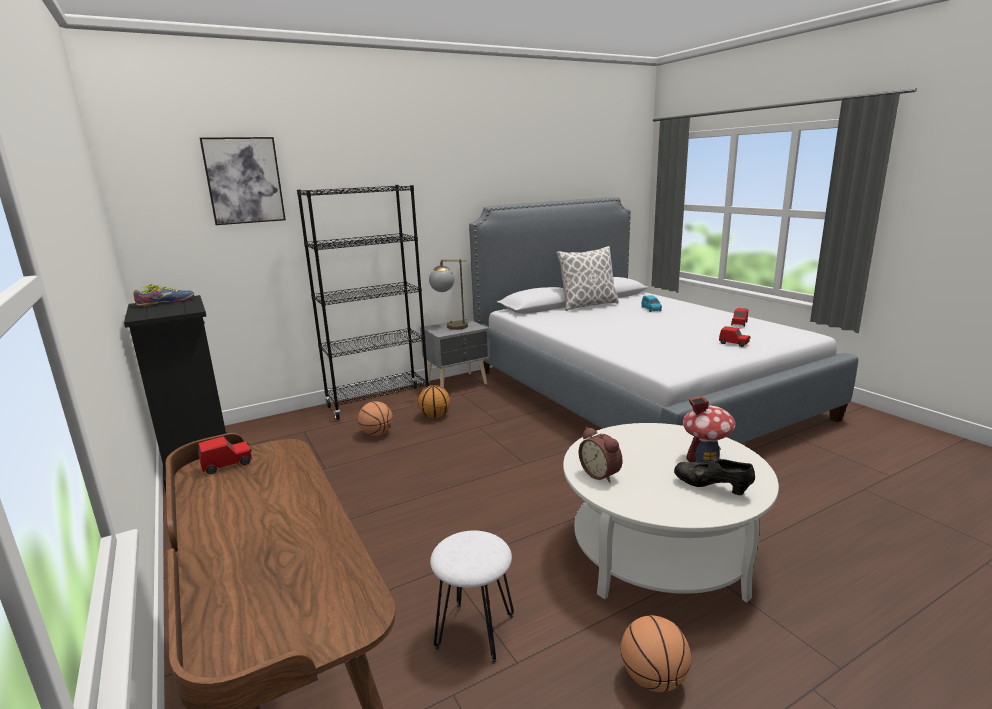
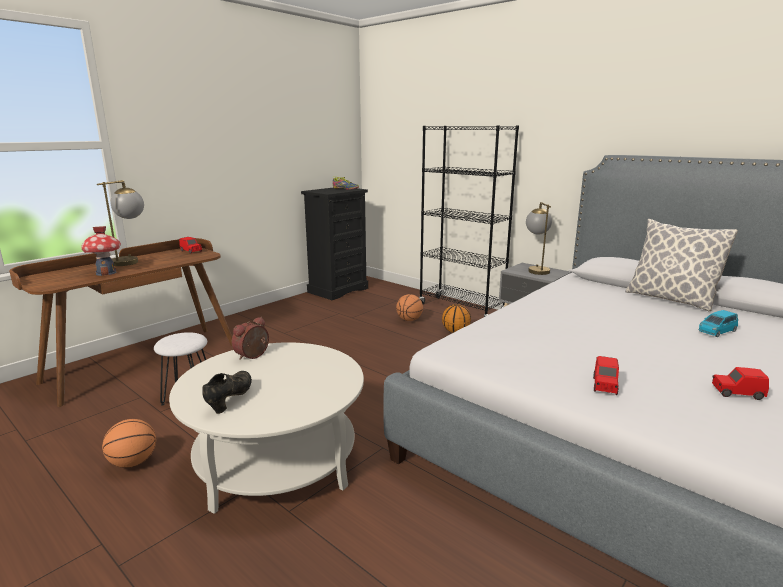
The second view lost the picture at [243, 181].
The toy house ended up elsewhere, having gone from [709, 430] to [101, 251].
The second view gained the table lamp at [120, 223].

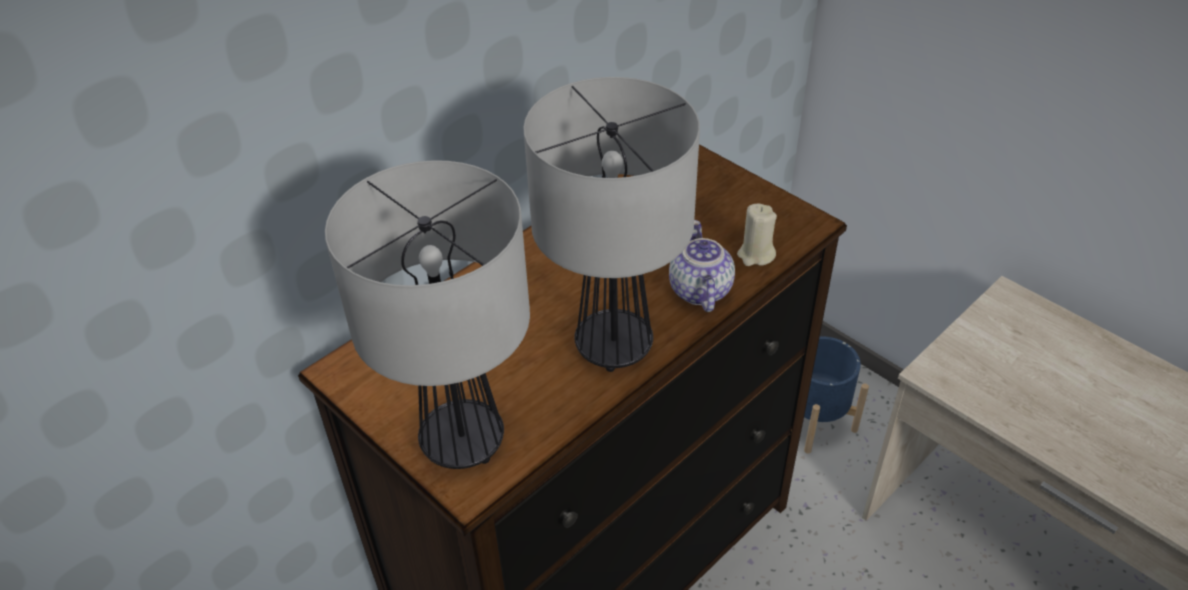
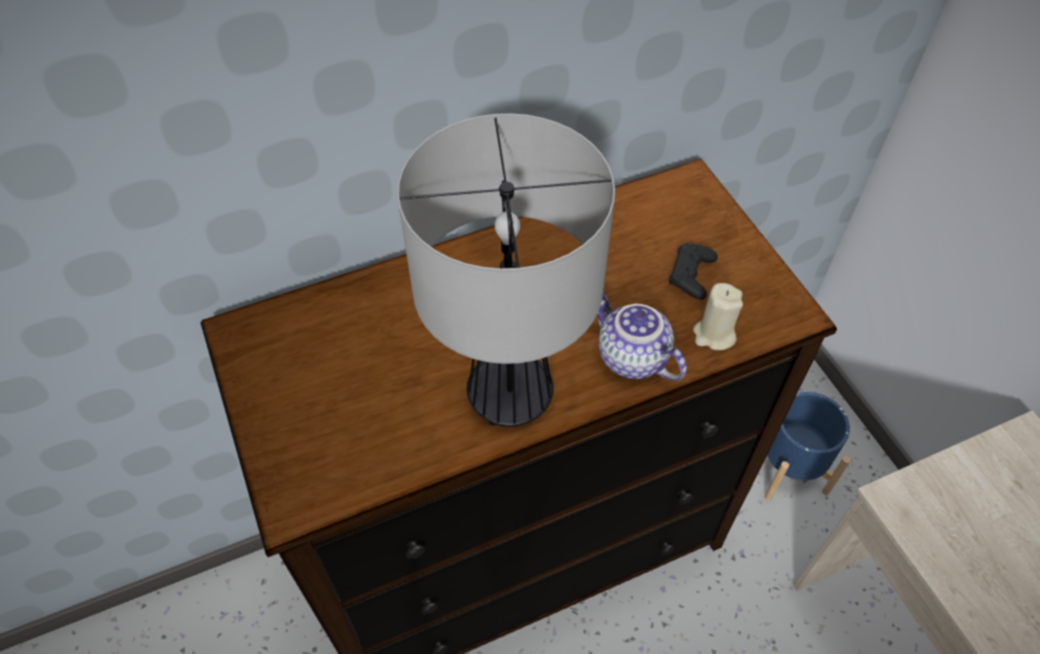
The second view lost the table lamp at [427, 314].
The teapot at [702, 266] ended up facing another way, 60 degrees counterclockwise from before.
The second view gained the black game controller at [693, 271].

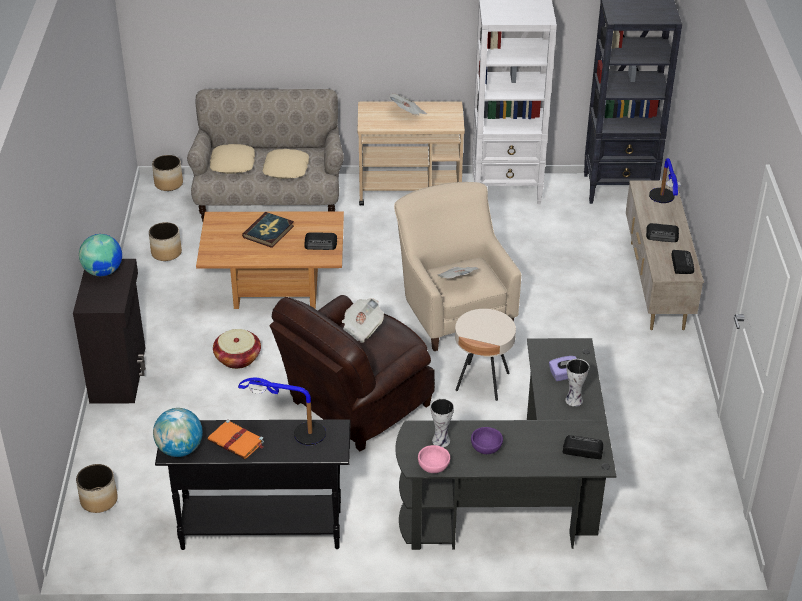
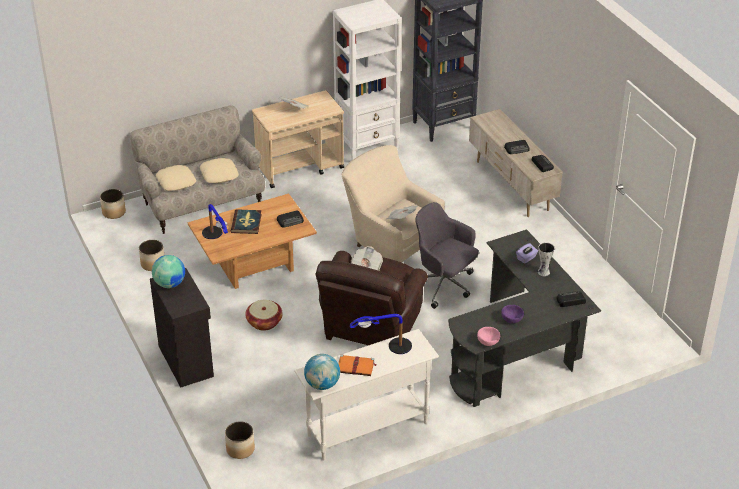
The table lamp ended up elsewhere, having gone from [665, 180] to [215, 221].
Where the beige side table stood at [485, 355], the grey office chair came to stand at [447, 255].
The second view lost the vase at [442, 422].
What was the black console table at [253, 484] turned into the white console table at [366, 395].

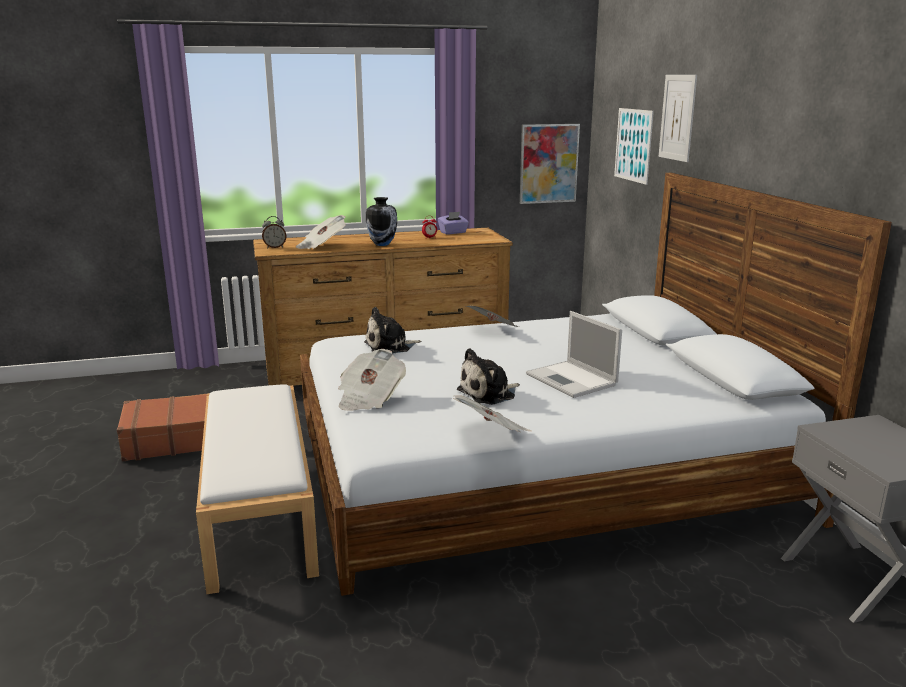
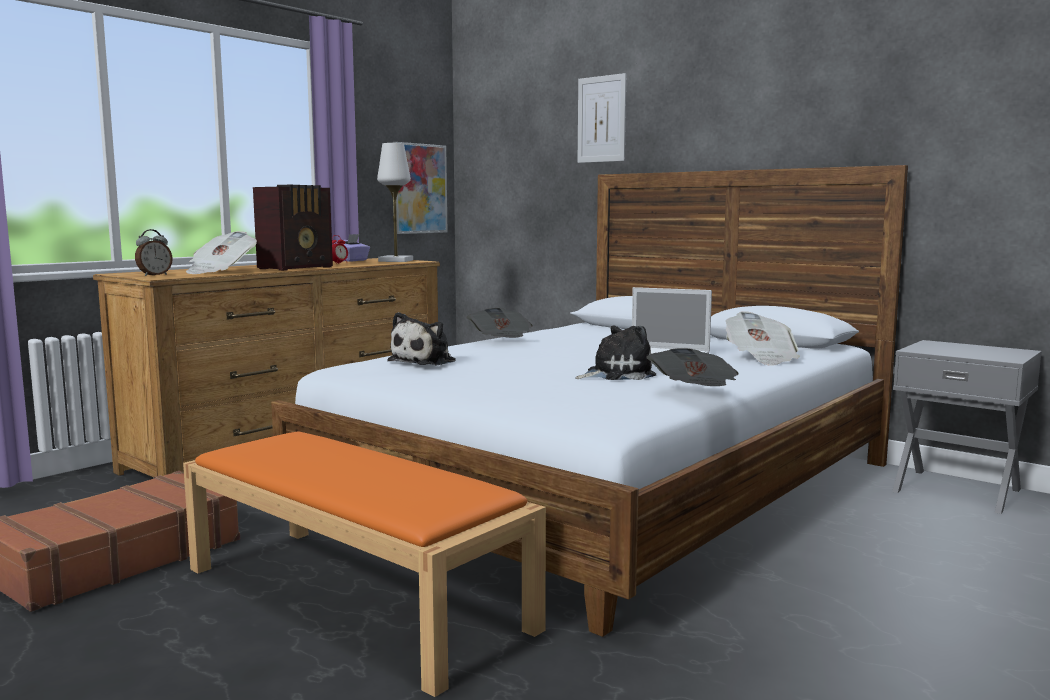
The second view lost the picture at [634, 146].
Where the vase stood at [381, 221], the radio came to stand at [293, 228].
The plush toy at [488, 376] ended up facing another way, 135 degrees counterclockwise from before.
The newspaper ended up elsewhere, having gone from [372, 380] to [762, 338].
What was the white bench at [257, 489] turned into the orange bench at [364, 564].
The second view gained the white table lamp at [395, 202].

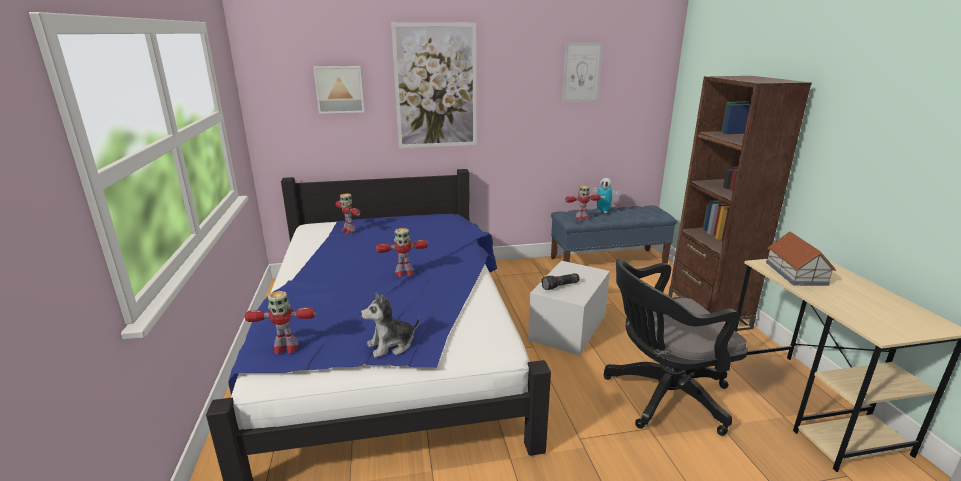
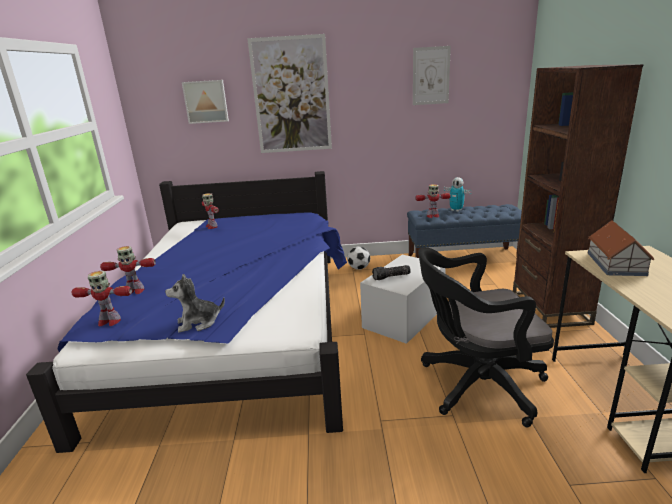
The toy robot ended up elsewhere, having gone from [402, 252] to [128, 270].
The second view gained the football at [358, 258].

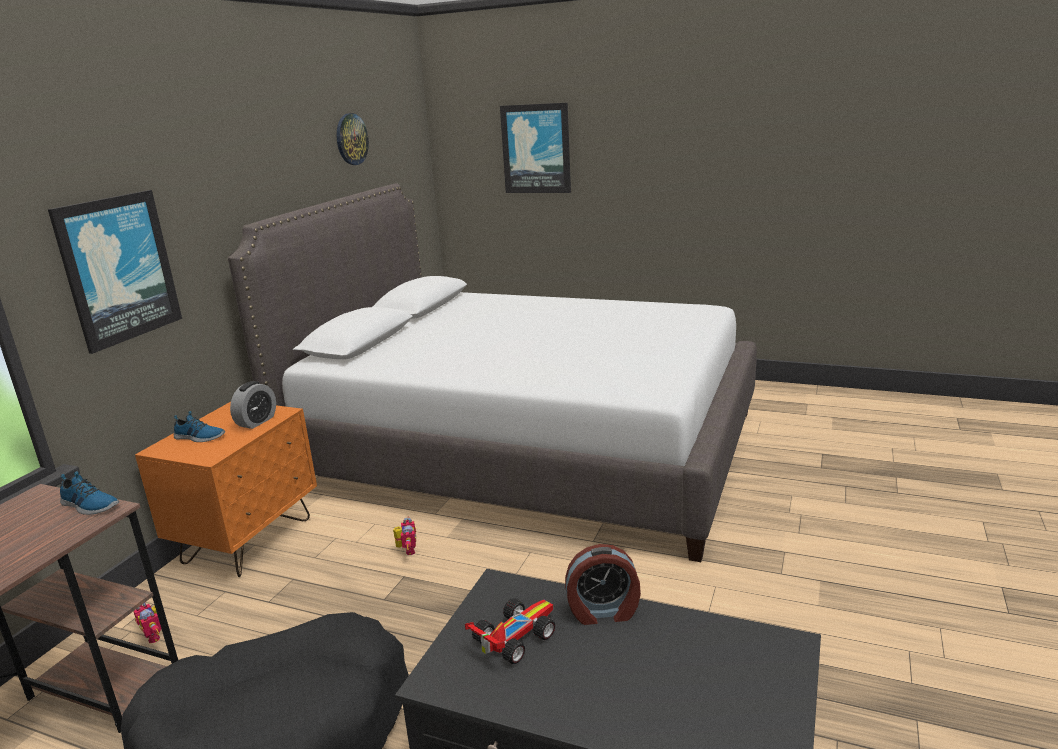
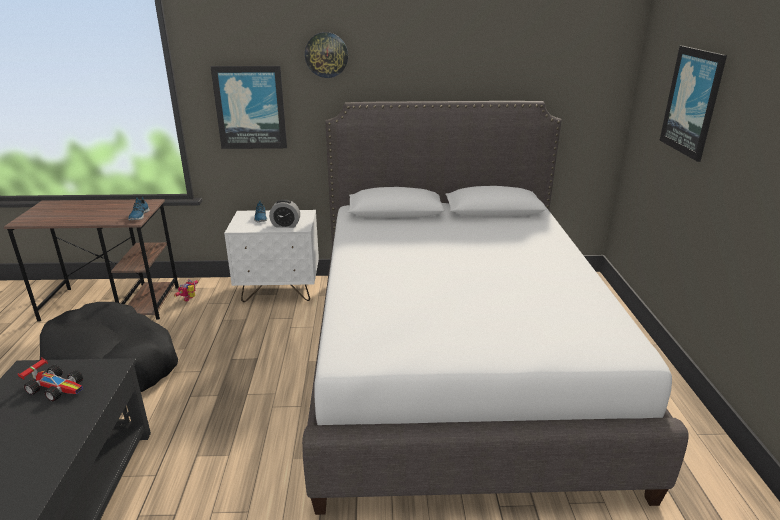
The wall clock ended up elsewhere, having gone from [352, 139] to [326, 55].
What was the orange nightstand at [226, 489] turned into the white nightstand at [271, 256].
The second view lost the toy robot at [404, 535].
The second view lost the alarm clock at [603, 584].

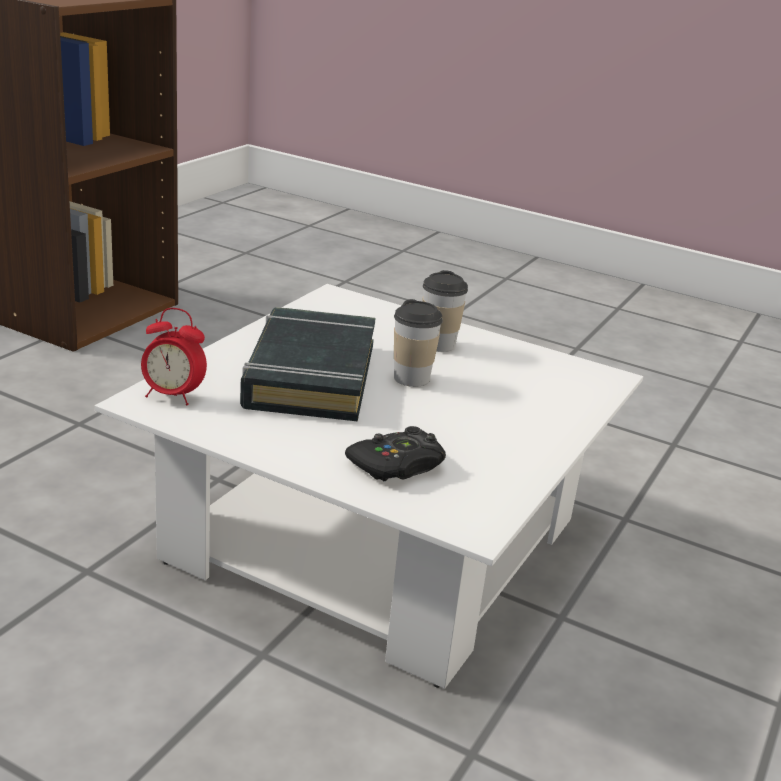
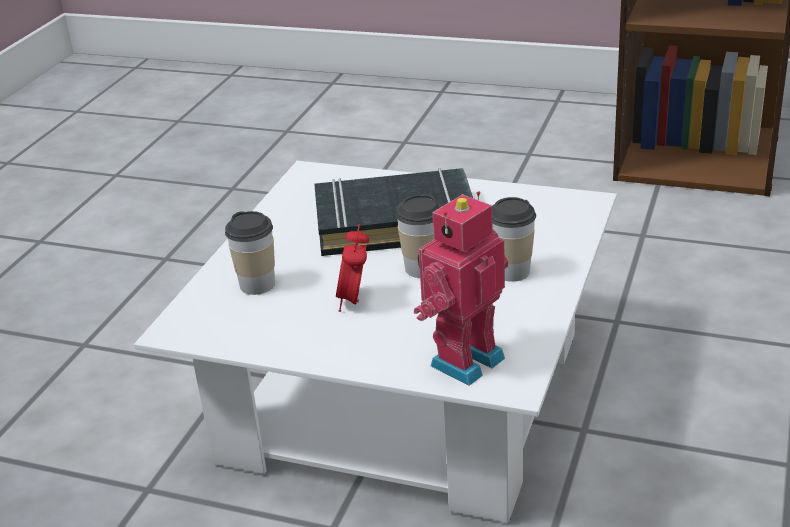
The alarm clock ended up elsewhere, having gone from [174, 356] to [352, 268].
Where the black game controller stood at [395, 453], the cup came to stand at [250, 253].
The second view gained the toy robot at [461, 288].

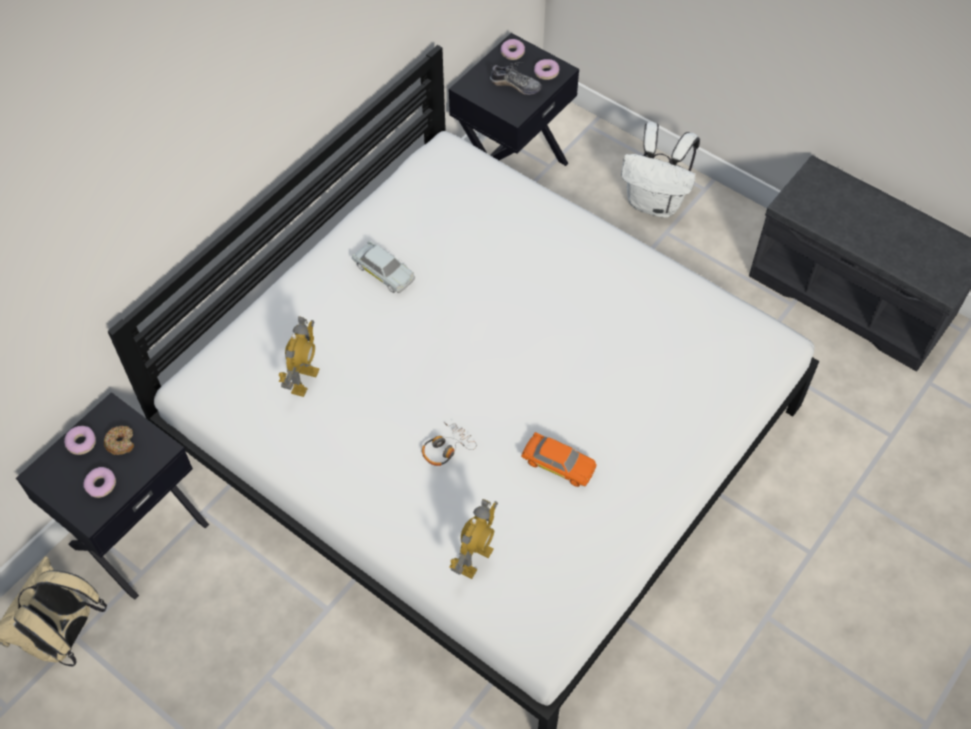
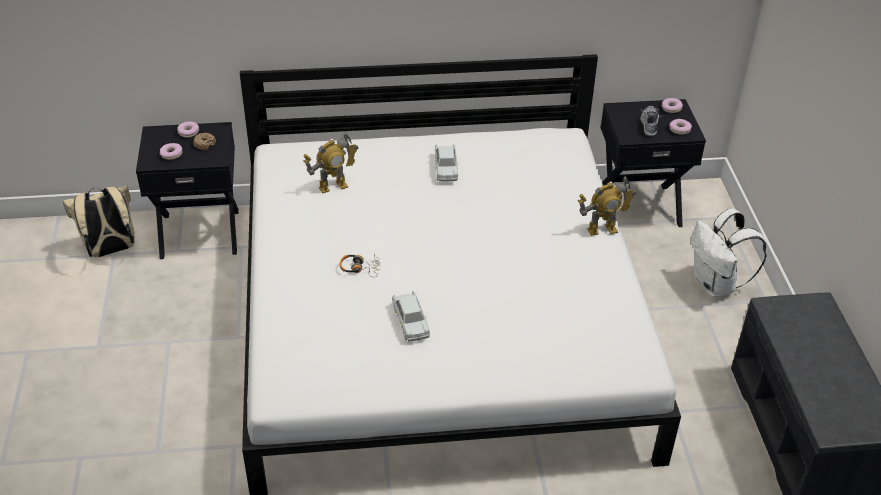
The shoe at [516, 78] ended up facing another way, 150 degrees counterclockwise from before.
What was the orange toy car at [559, 459] turned into the white toy car at [411, 316].
The toy robot ended up elsewhere, having gone from [473, 539] to [607, 206].

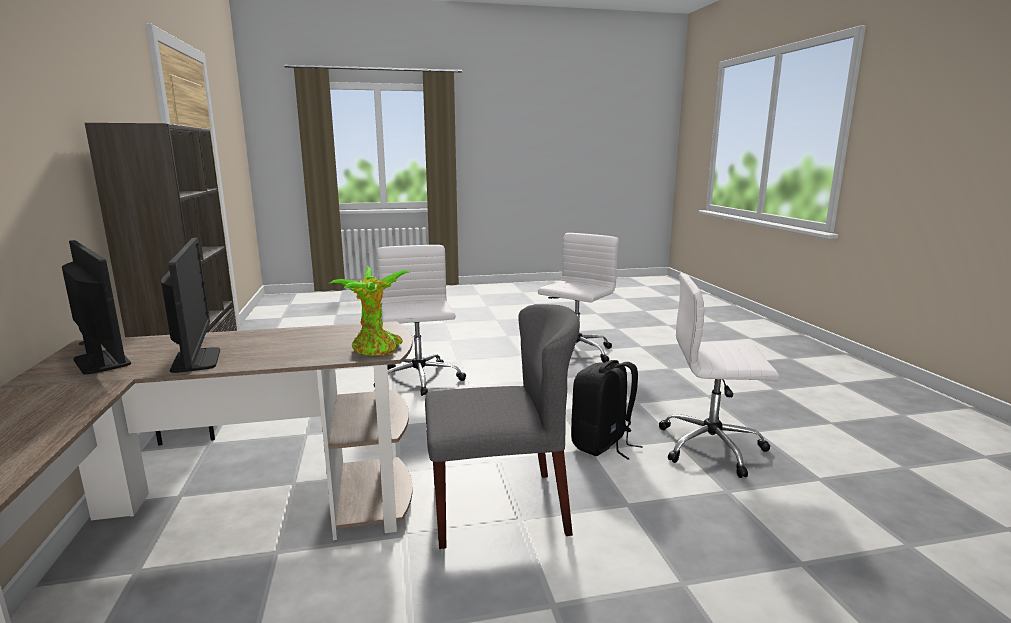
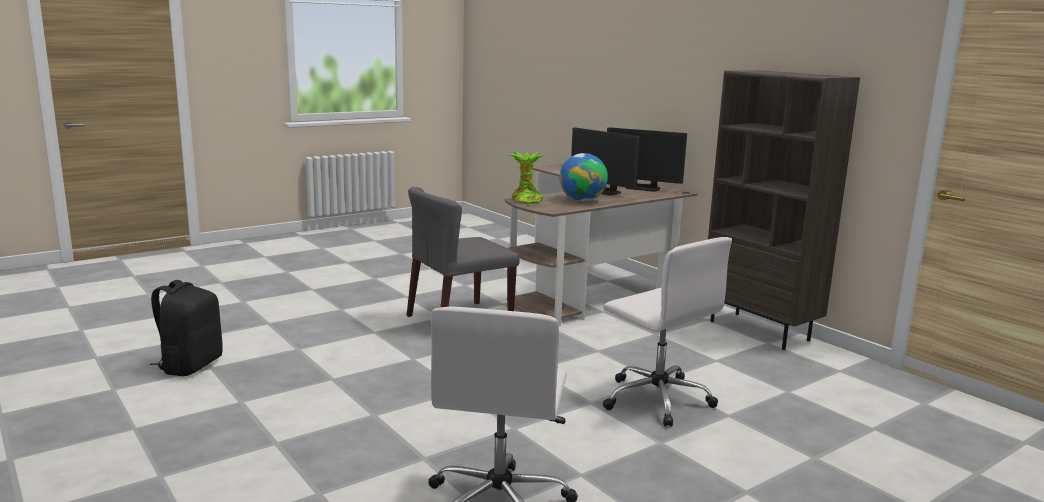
The second view lost the white office chair at [719, 375].
The black backpack ended up elsewhere, having gone from [607, 410] to [186, 328].
The second view gained the globe at [584, 177].

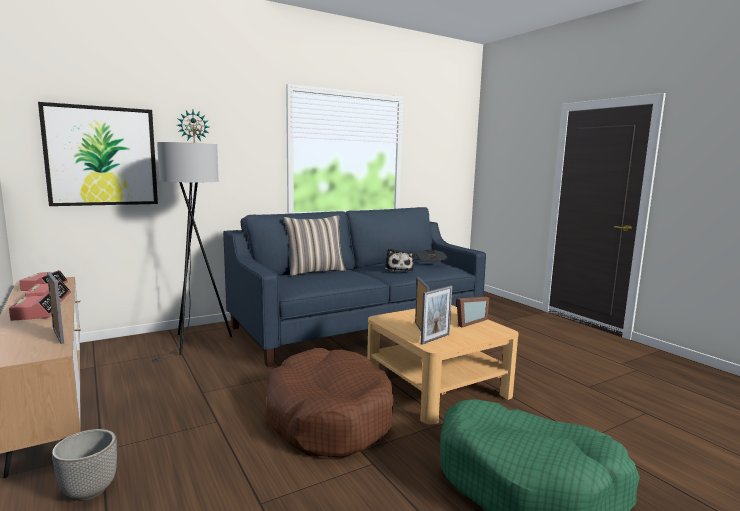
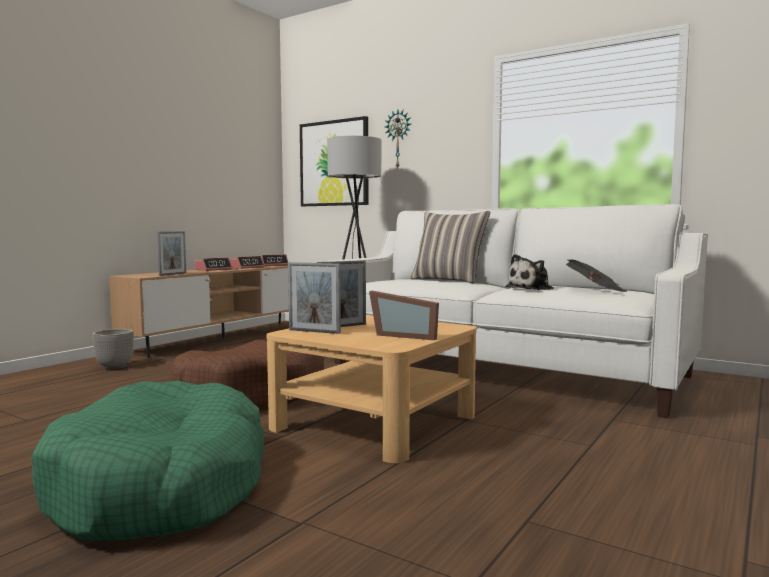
What was the blue sofa at [354, 287] turned into the white sofa at [518, 311].

